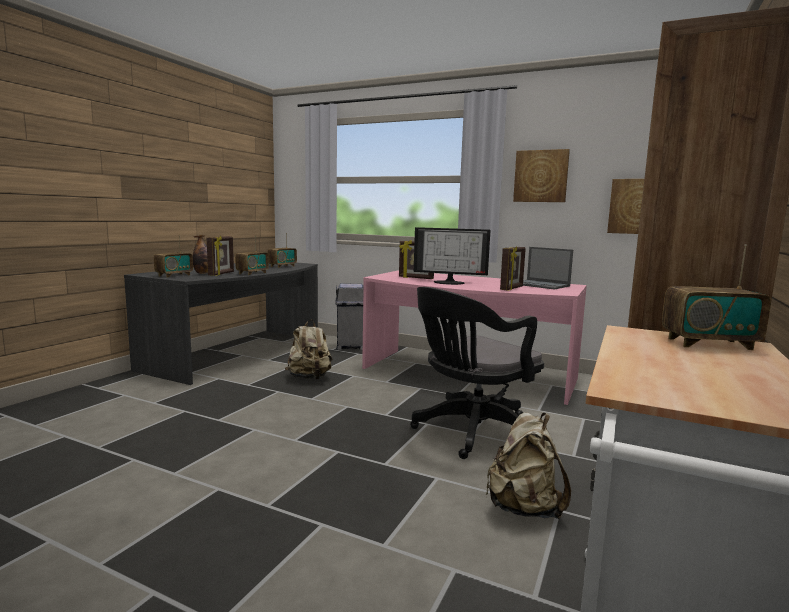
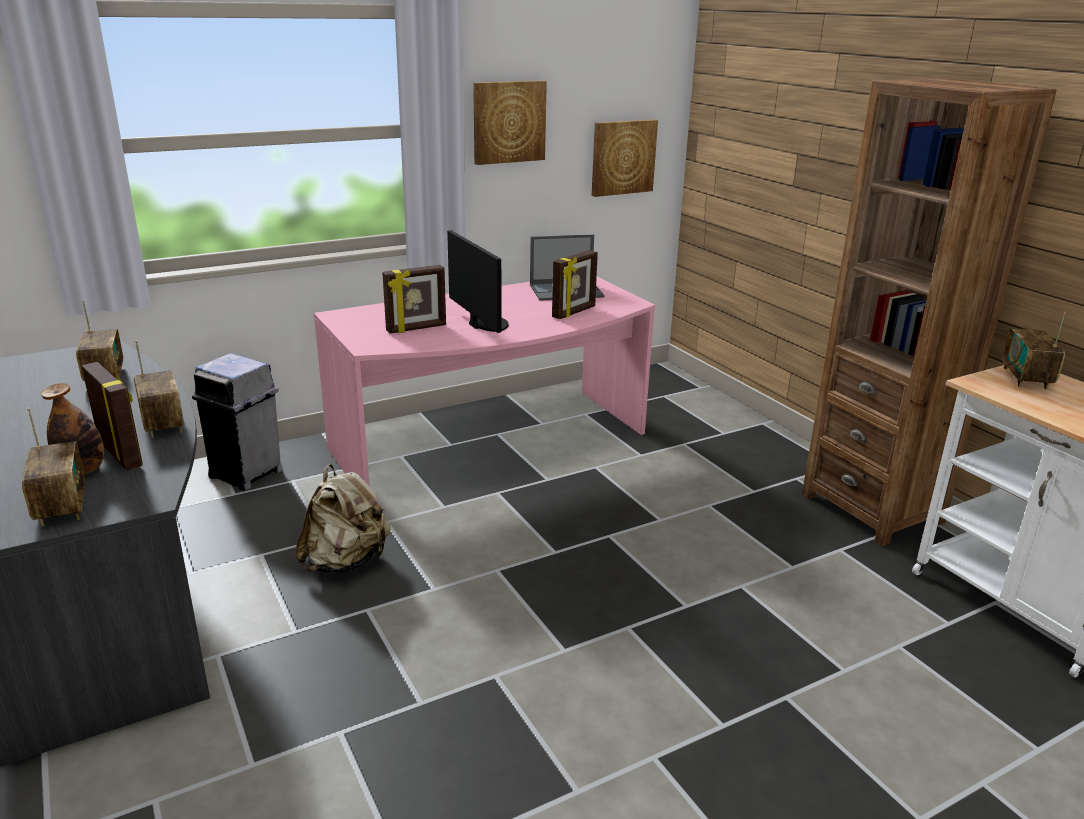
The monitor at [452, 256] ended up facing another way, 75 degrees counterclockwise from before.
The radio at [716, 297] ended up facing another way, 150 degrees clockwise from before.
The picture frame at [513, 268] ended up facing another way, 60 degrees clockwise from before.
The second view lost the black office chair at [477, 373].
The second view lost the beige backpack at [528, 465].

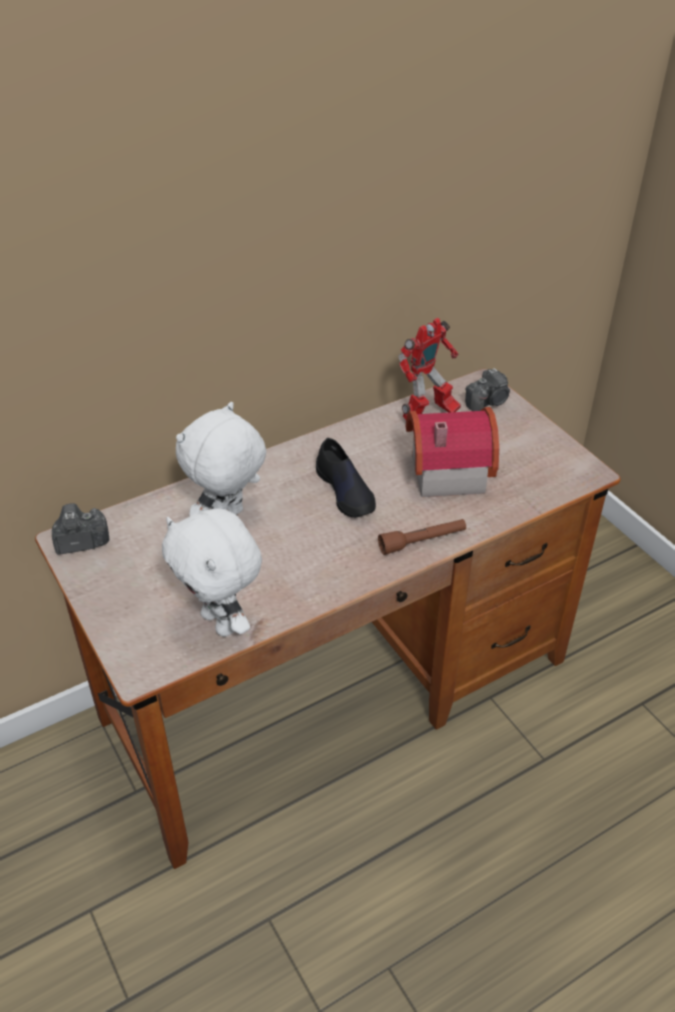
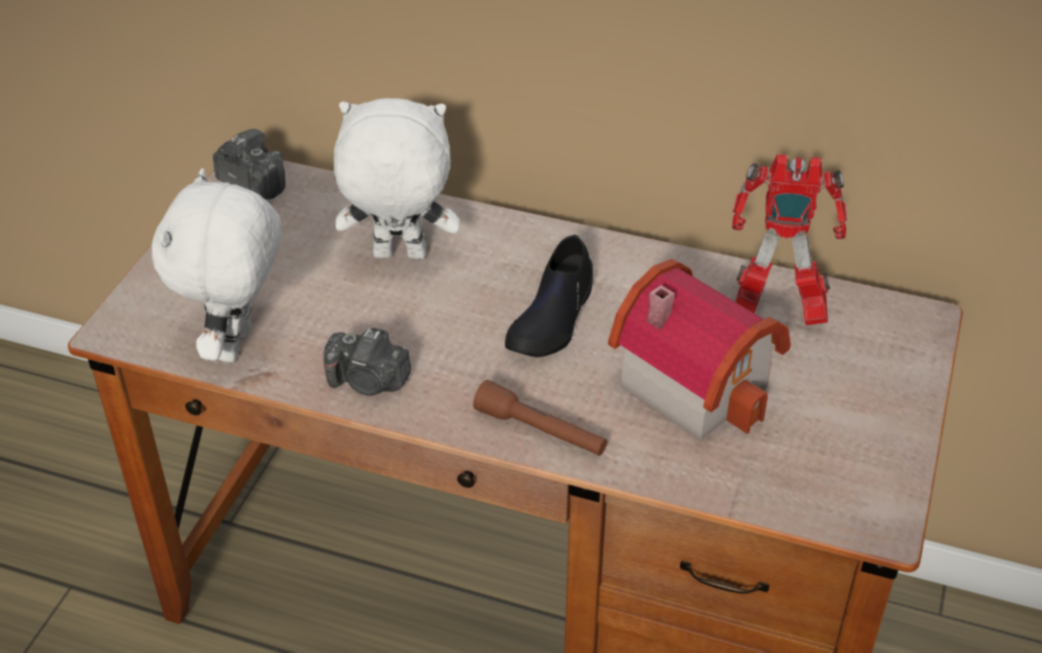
The photo camera ended up elsewhere, having gone from [487, 389] to [367, 362].

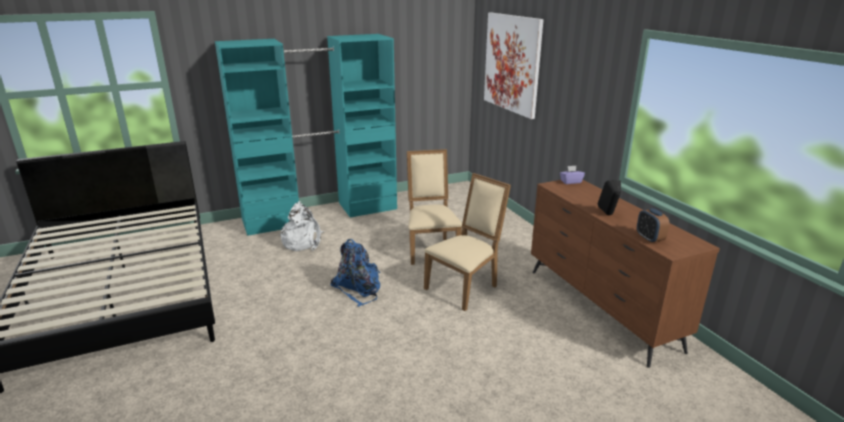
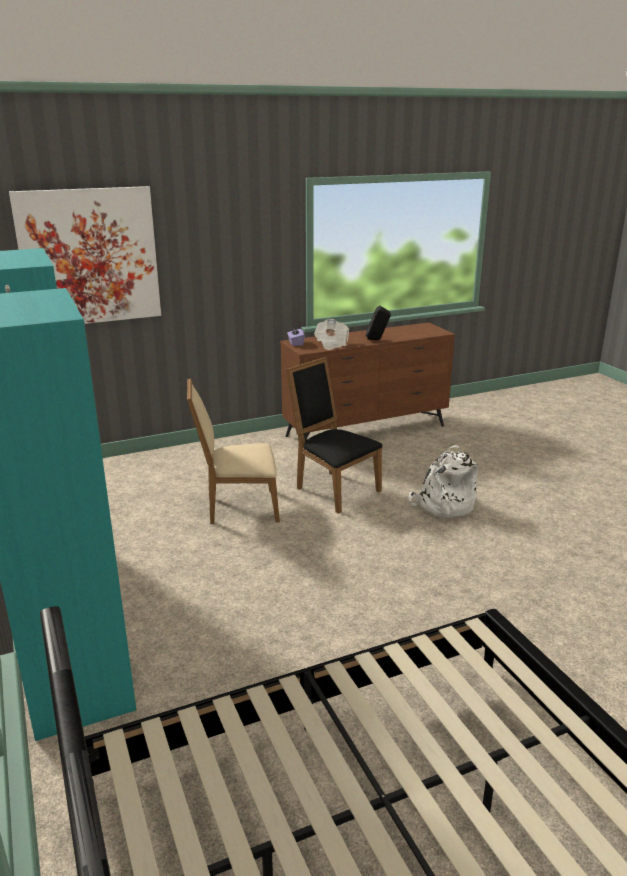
What was the beige chair at [467, 242] turned into the black chair at [334, 435].
The white backpack ended up elsewhere, having gone from [301, 226] to [443, 481].
The second view lost the alarm clock at [653, 225].
The second view lost the blue backpack at [355, 273].
The second view gained the newspaper at [331, 334].

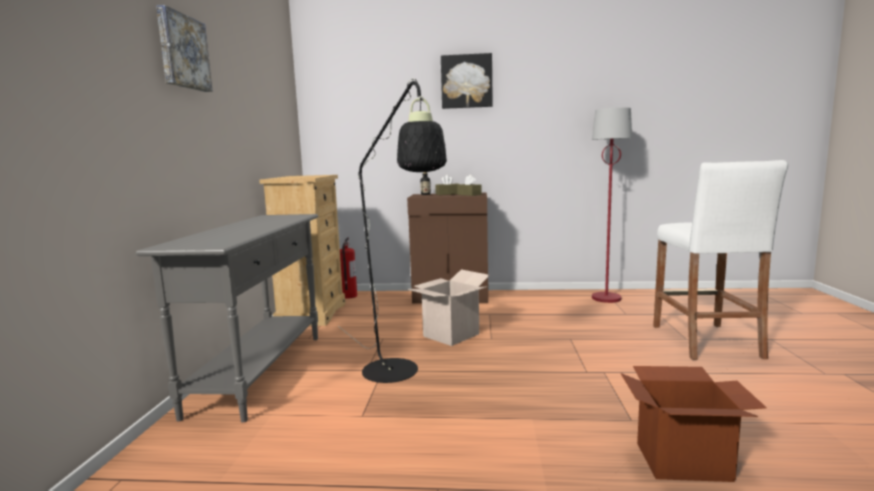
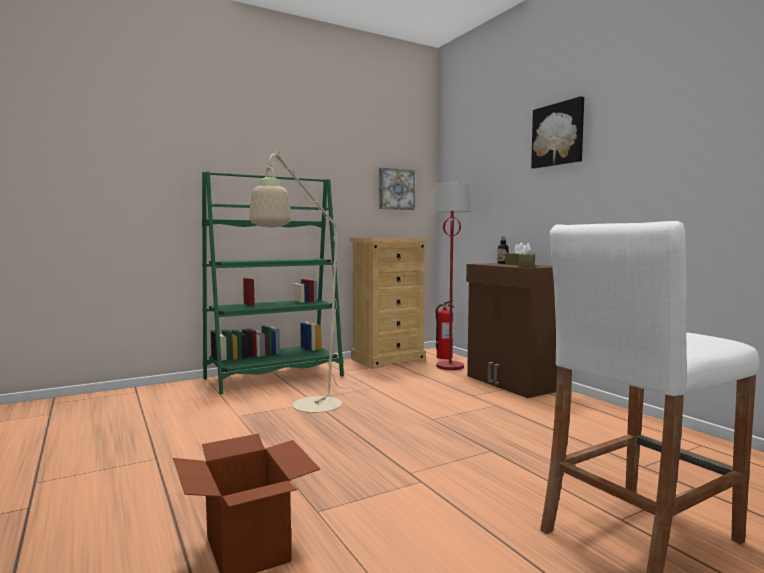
The picture ended up elsewhere, having gone from [184, 48] to [397, 189].
What was the black floor lamp at [392, 230] turned into the beige floor lamp at [312, 282].
The red floor lamp ended up elsewhere, having gone from [612, 205] to [452, 276].
Where the grey console table stood at [227, 318], the green bookcase came to stand at [273, 283].
The second view lost the cardboard box at [448, 307].

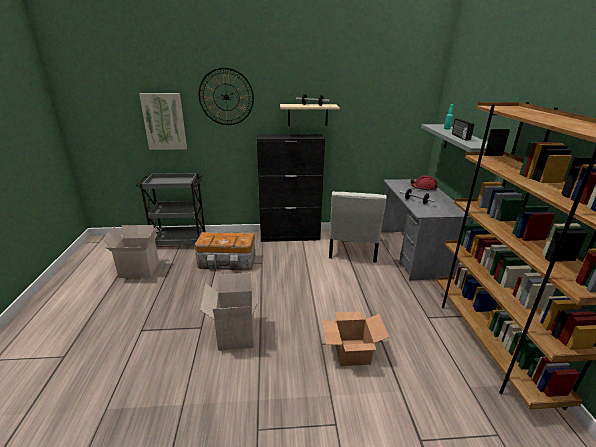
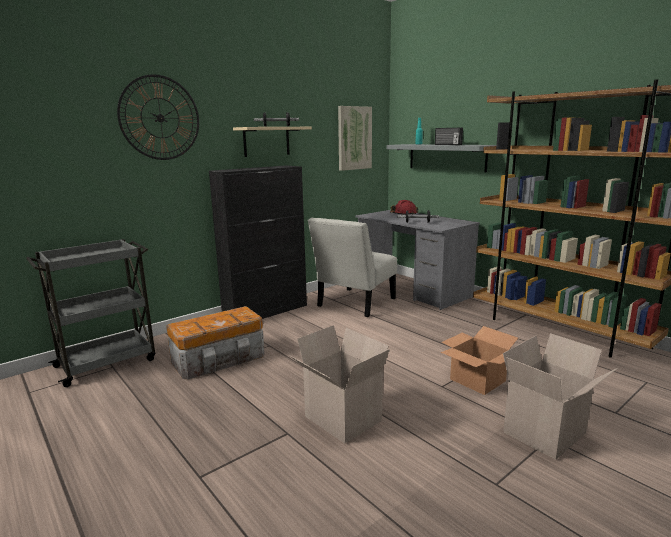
The picture ended up elsewhere, having gone from [163, 121] to [355, 138].
The white chair at [358, 227] ended up facing another way, 60 degrees clockwise from before.
The cardboard box ended up elsewhere, having gone from [131, 251] to [560, 396].

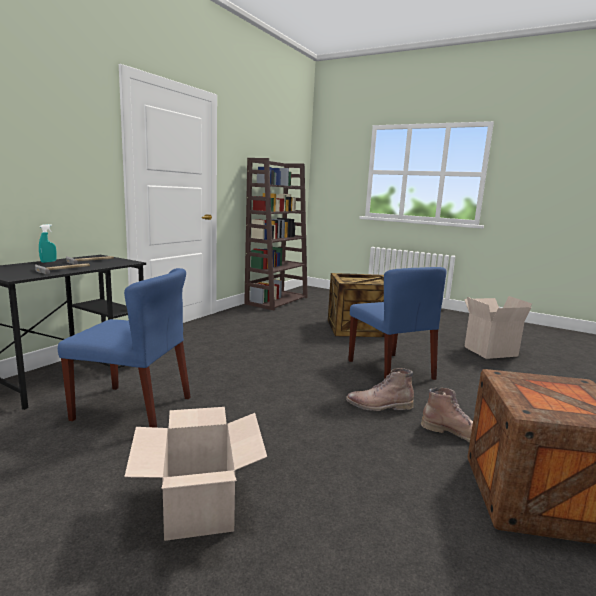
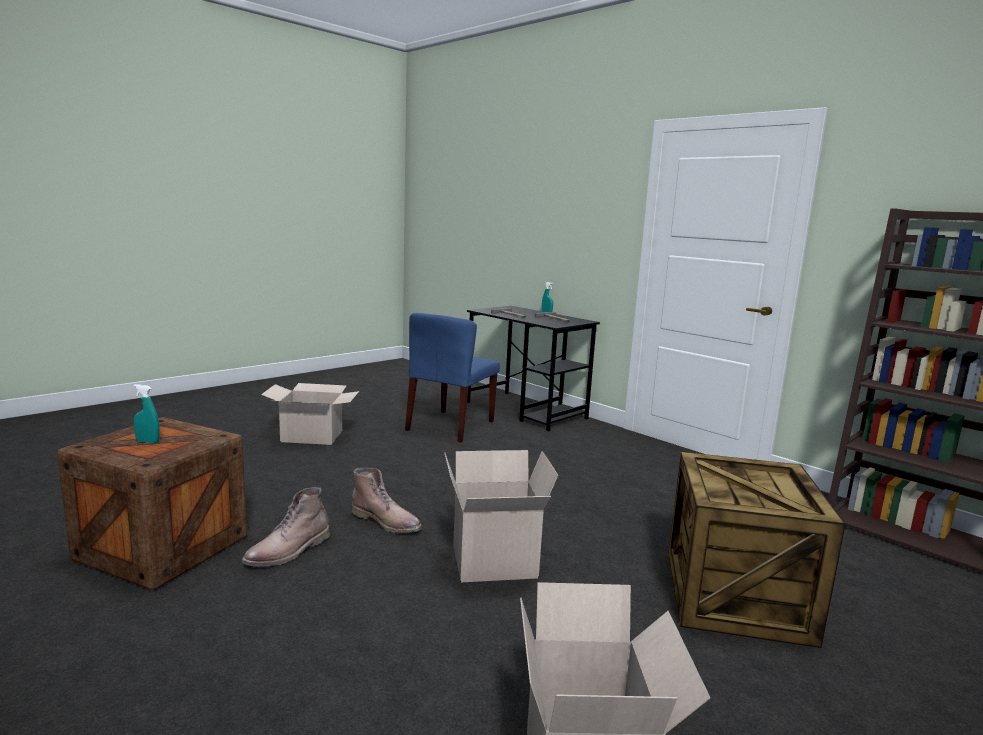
Where the blue chair stood at [397, 323], the cardboard box came to stand at [501, 516].
The brown boot at [380, 389] ended up facing another way, 105 degrees clockwise from before.
The second view gained the turquoise spray bottle at [146, 413].

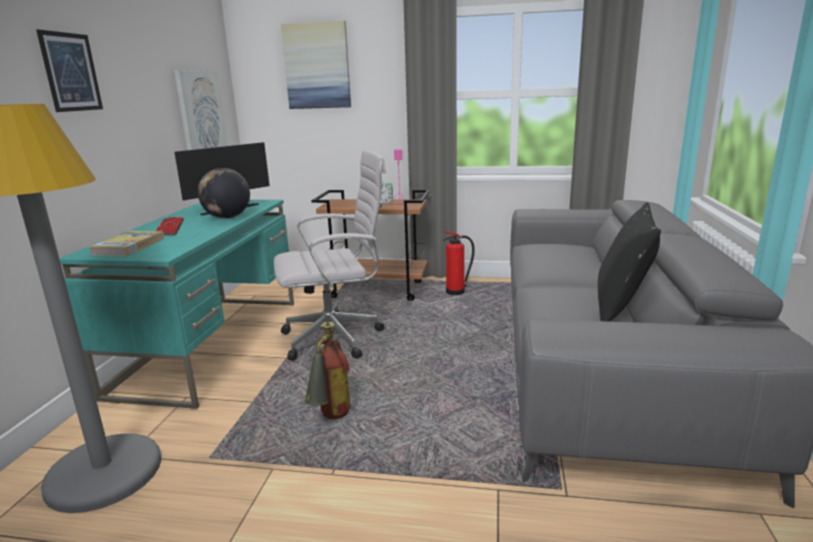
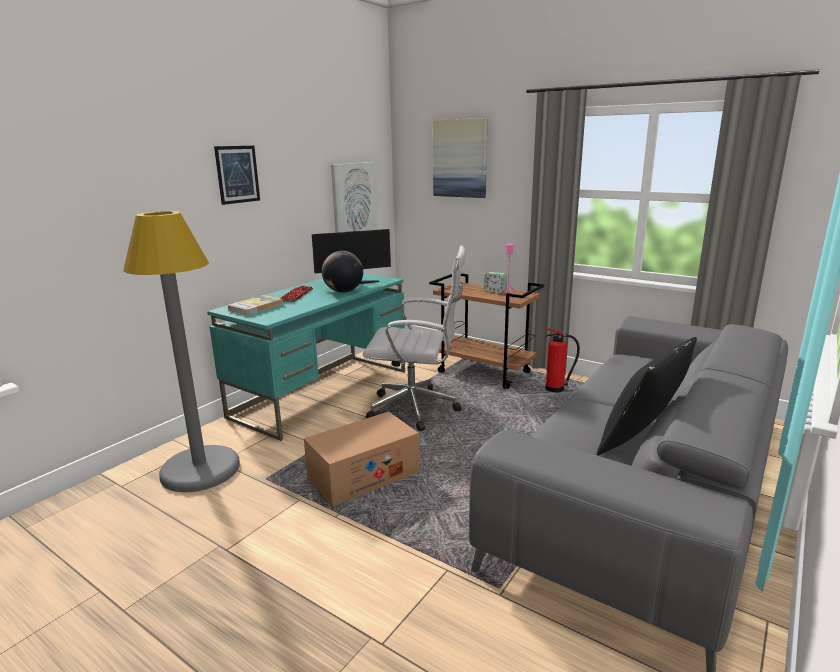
Where the fire extinguisher stood at [327, 370], the cardboard box came to stand at [362, 458].

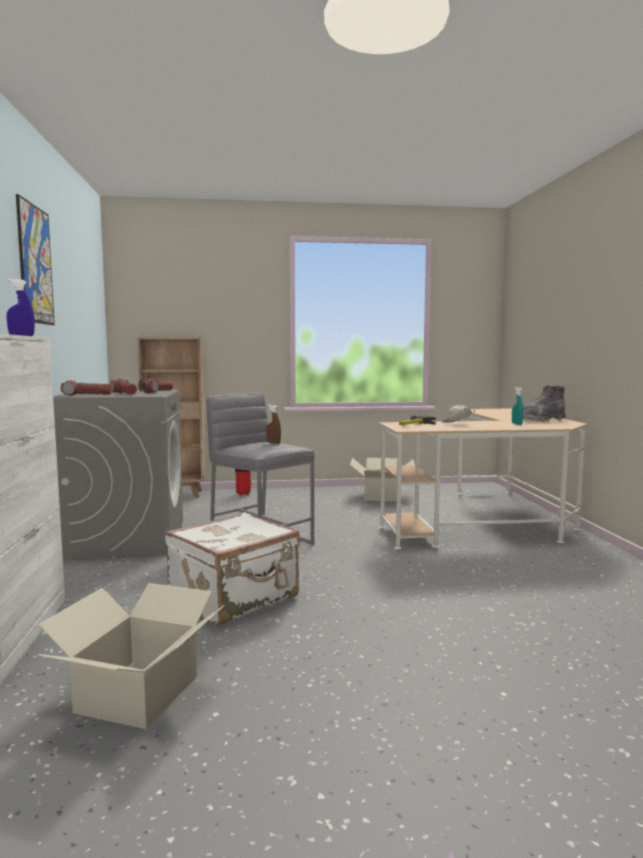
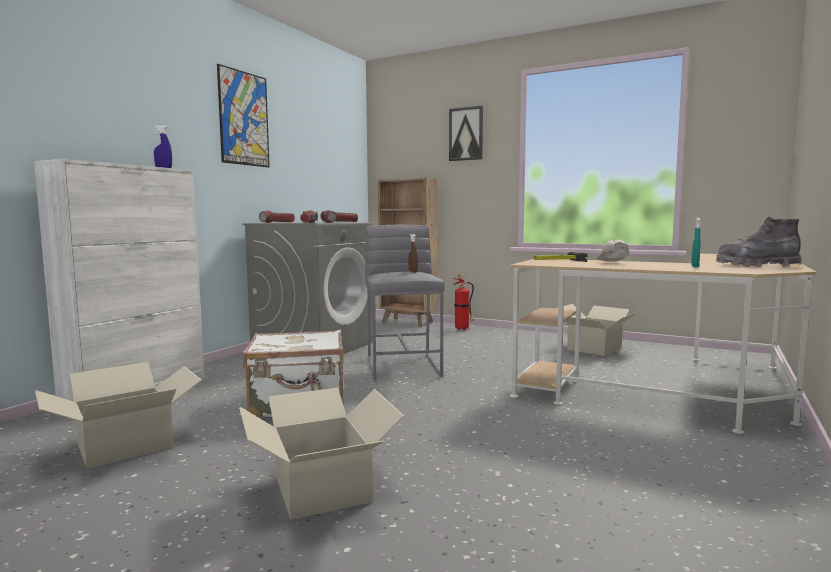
The second view gained the picture at [466, 133].
The second view gained the cardboard box at [321, 454].

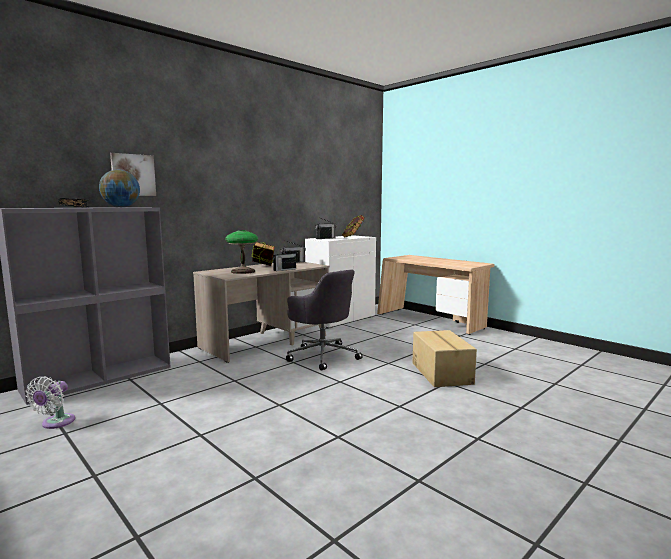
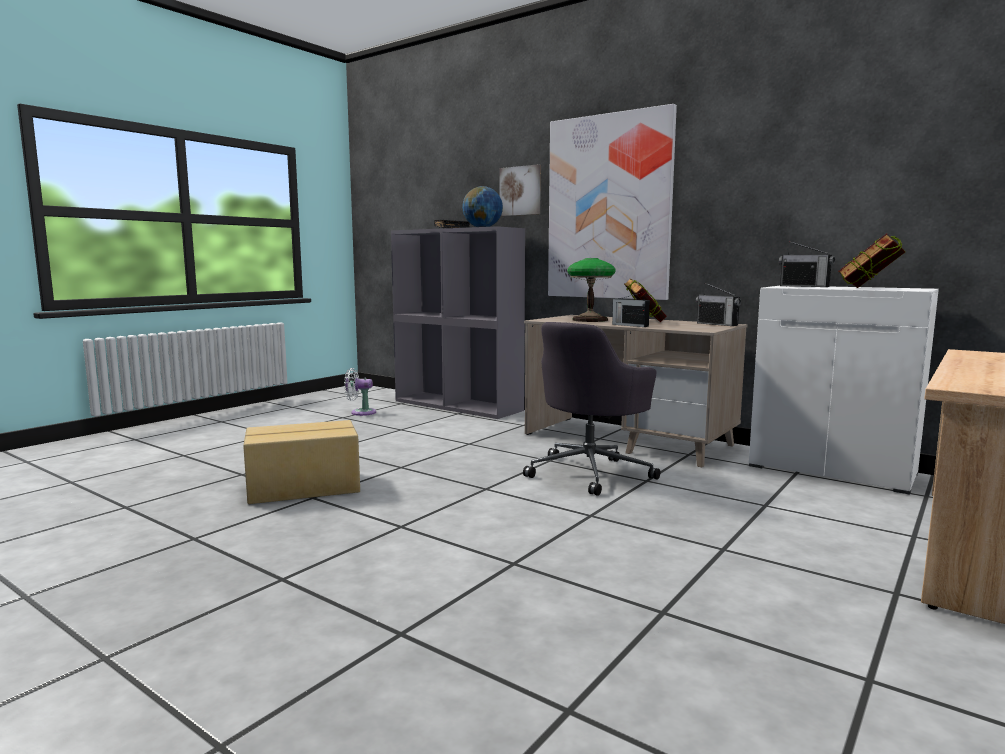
The cardboard box ended up elsewhere, having gone from [444, 358] to [301, 462].
The second view gained the picture at [612, 202].

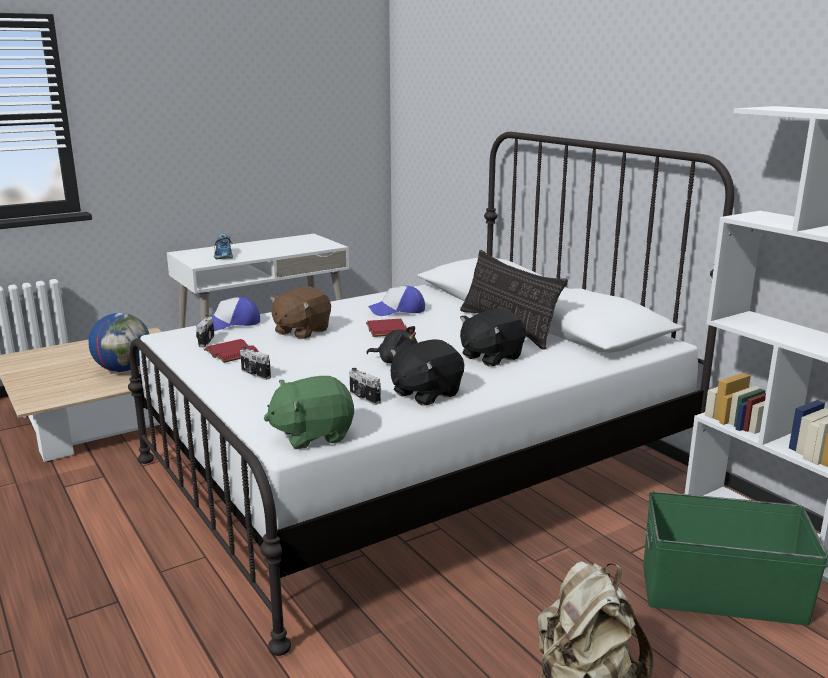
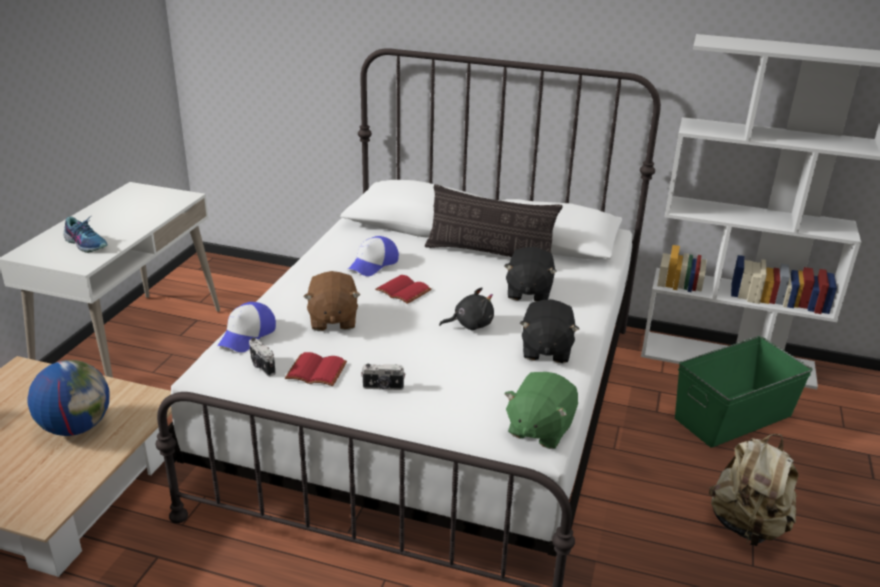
The second view lost the photo camera at [365, 386].

